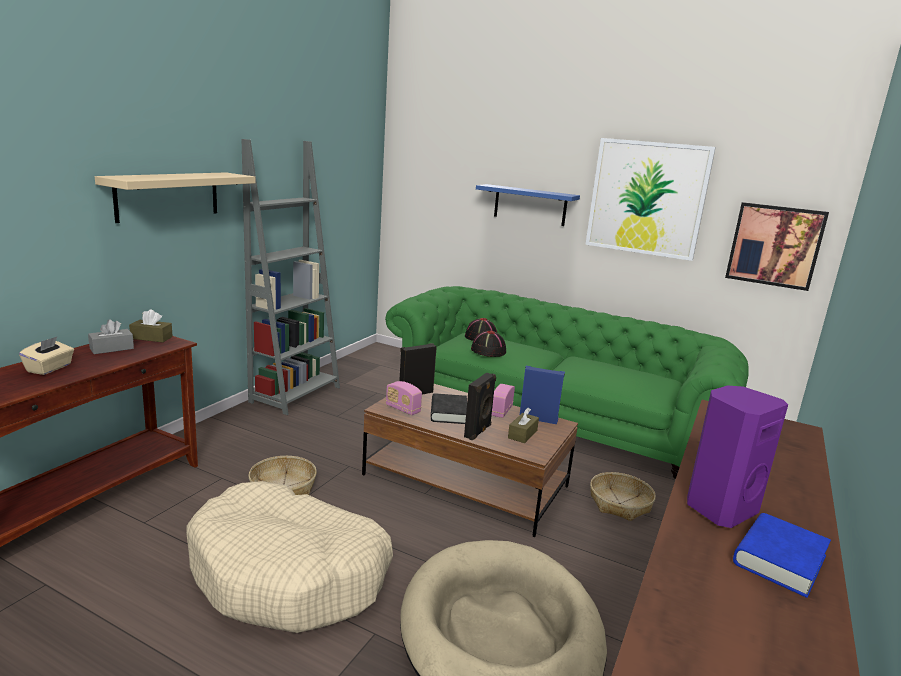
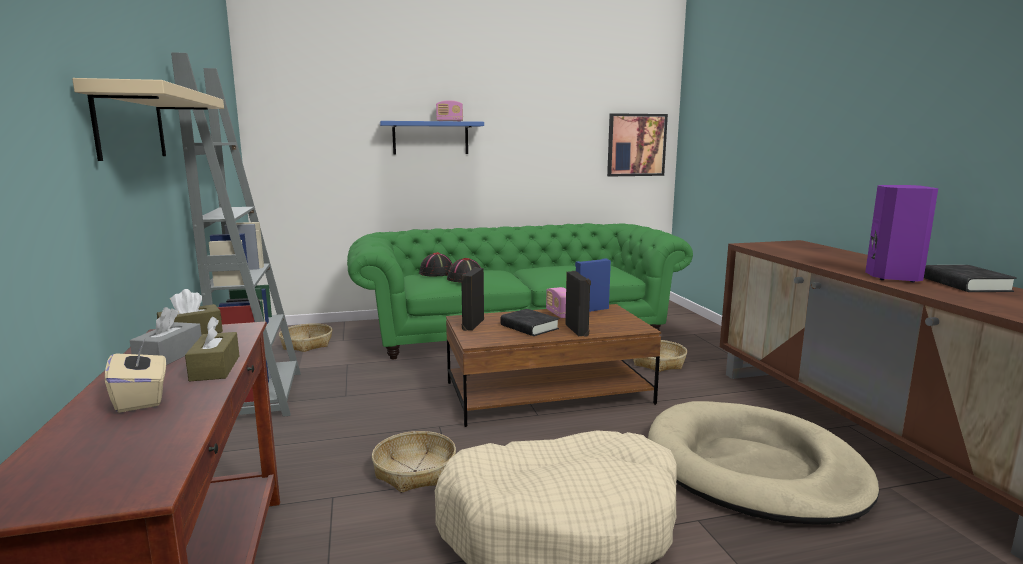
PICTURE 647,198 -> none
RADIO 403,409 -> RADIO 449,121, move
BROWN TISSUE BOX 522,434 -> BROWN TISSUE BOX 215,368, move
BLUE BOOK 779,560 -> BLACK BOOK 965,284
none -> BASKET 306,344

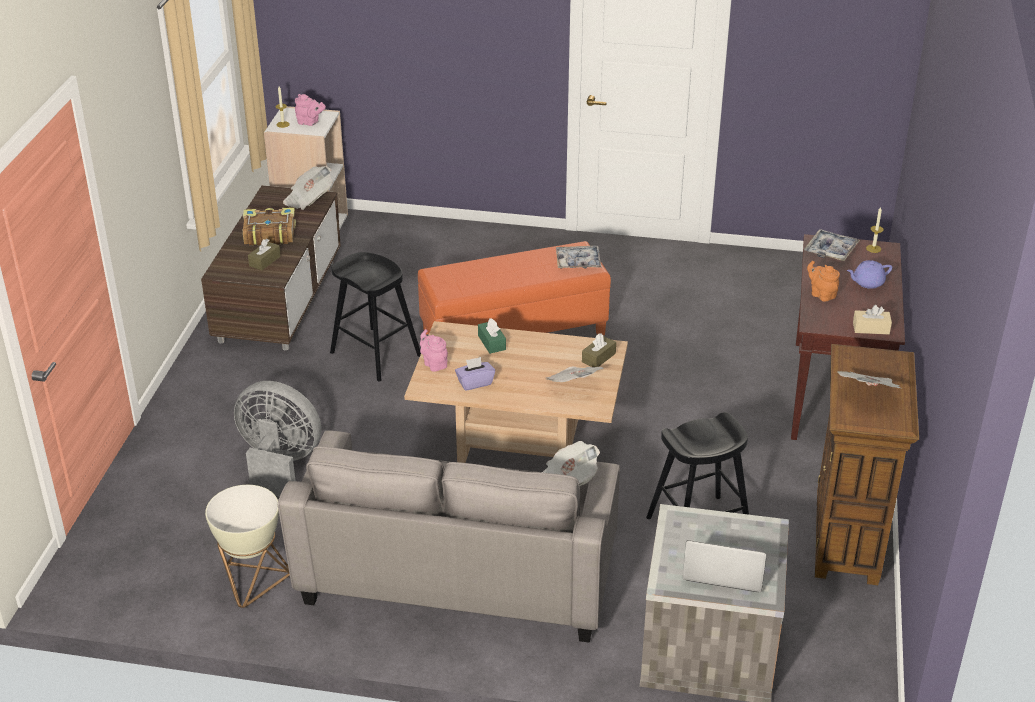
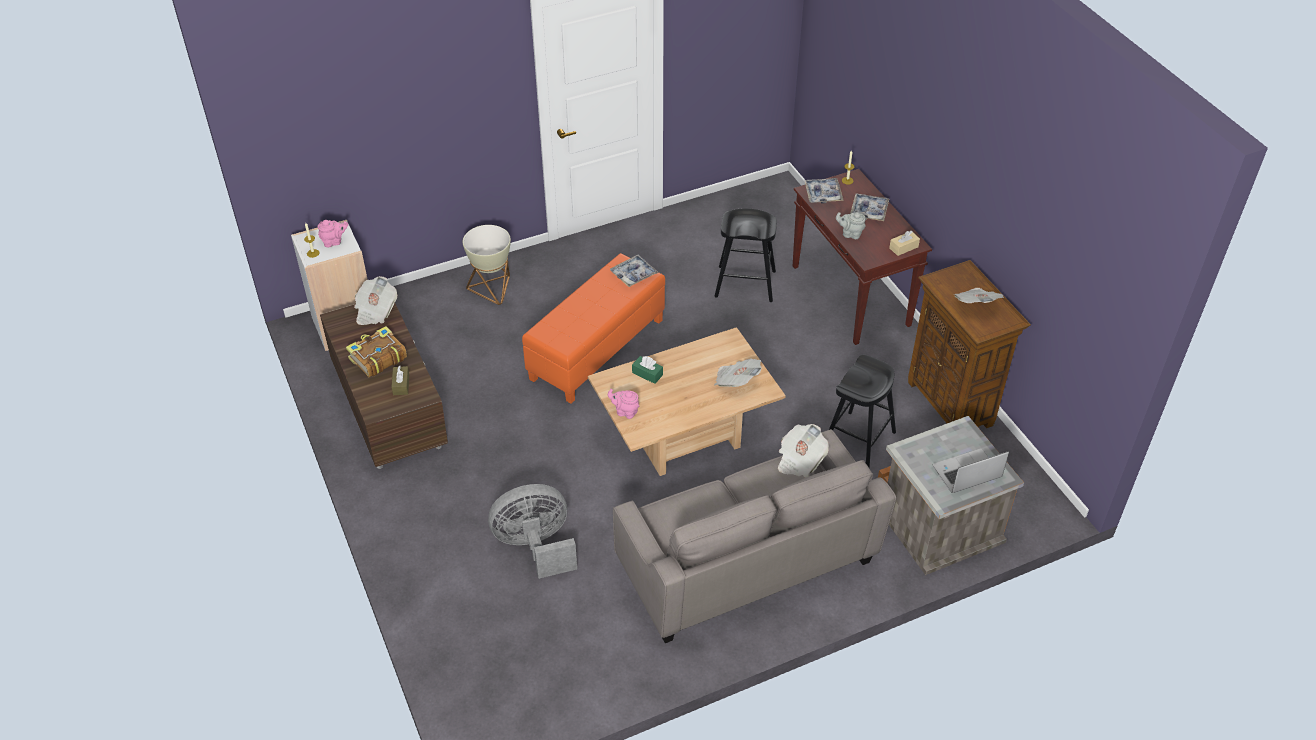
BLACK STOOL 375,354 -> BLACK STOOL 745,284, move
PURPLE TEAPOT 867,283 -> TRAY 869,211
ORANGE TEAPOT 821,294 -> GREY TEAPOT 850,234
BROWN TISSUE BOX 598,358 -> none
PURPLE TISSUE BOX 475,383 -> none
PLANTER 252,583 -> PLANTER 492,290, move

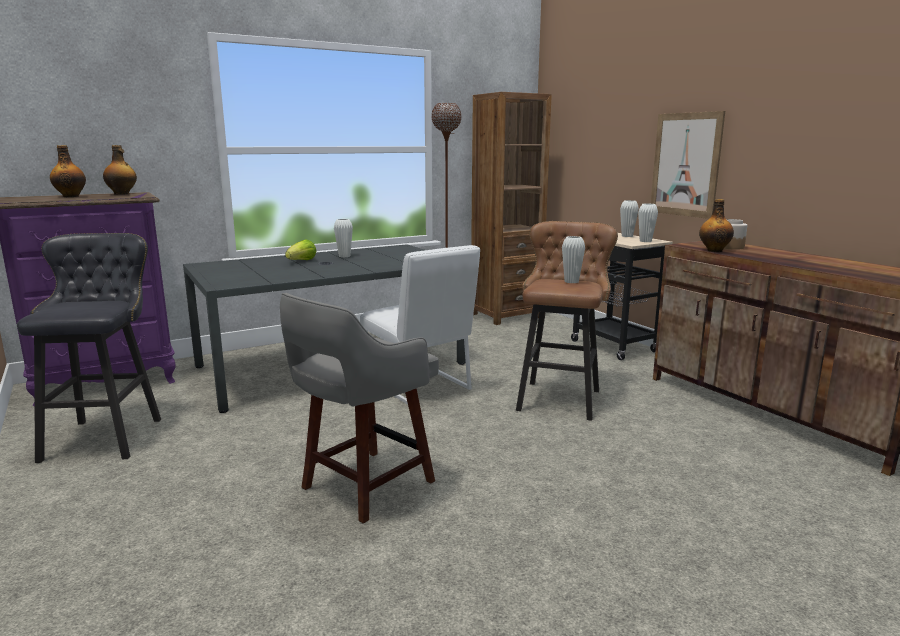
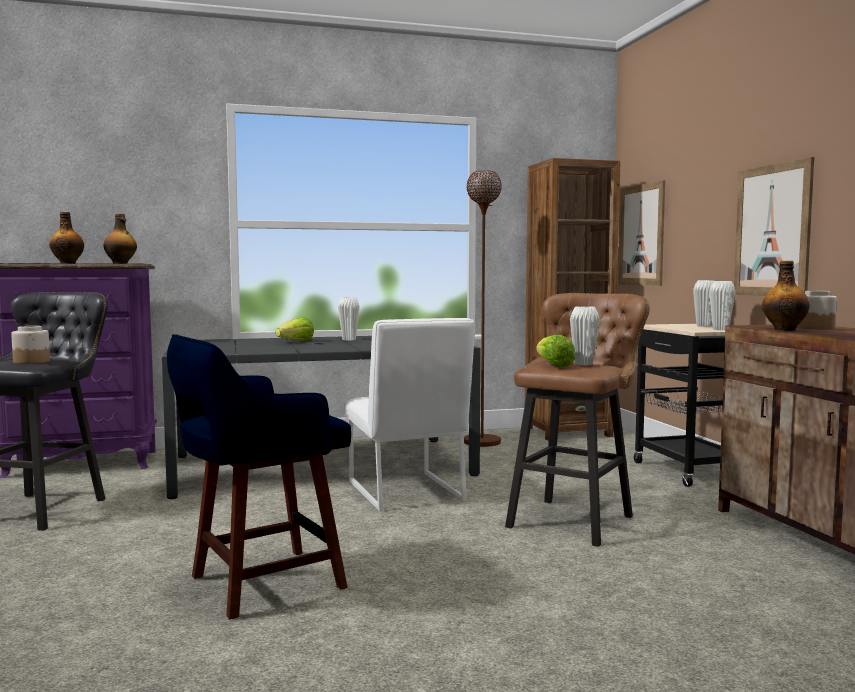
GREY STOOL 363,487 -> BLUE STOOL 260,584
none -> PICTURE 641,235
none -> JAR 32,362
none -> LETTUCE 553,365

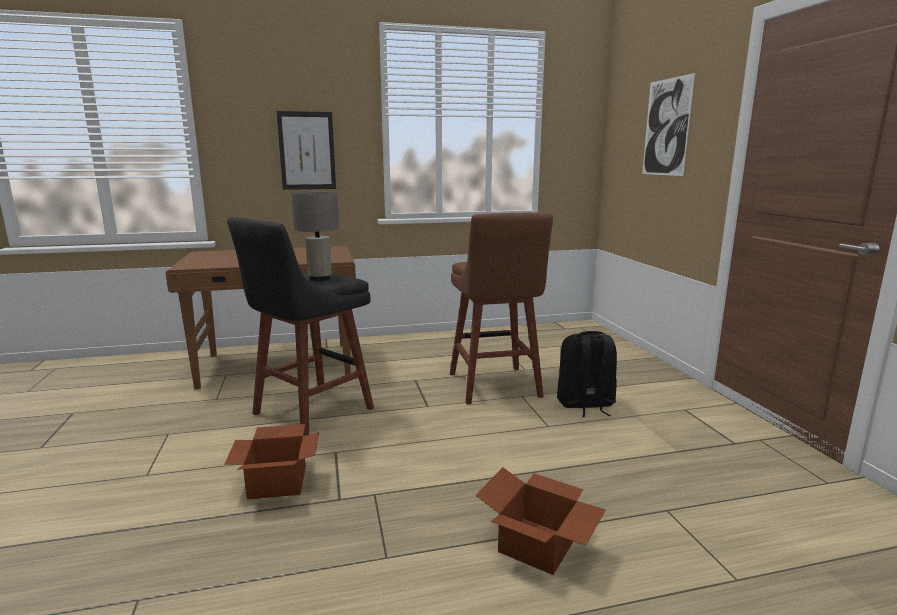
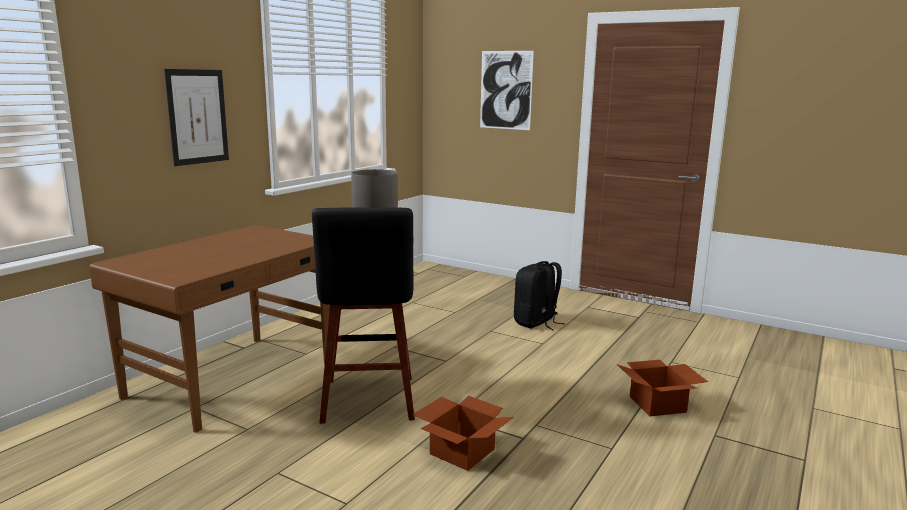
BROWN STOOL 494,386 -> none

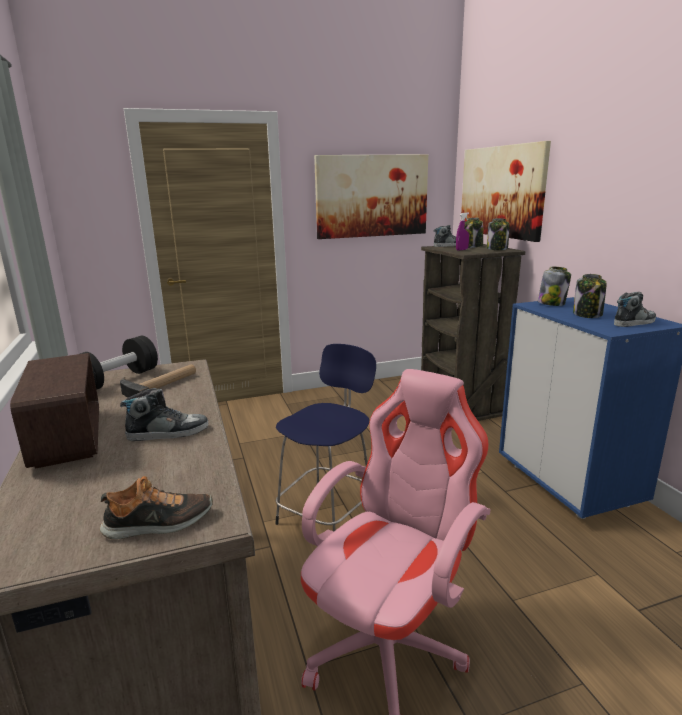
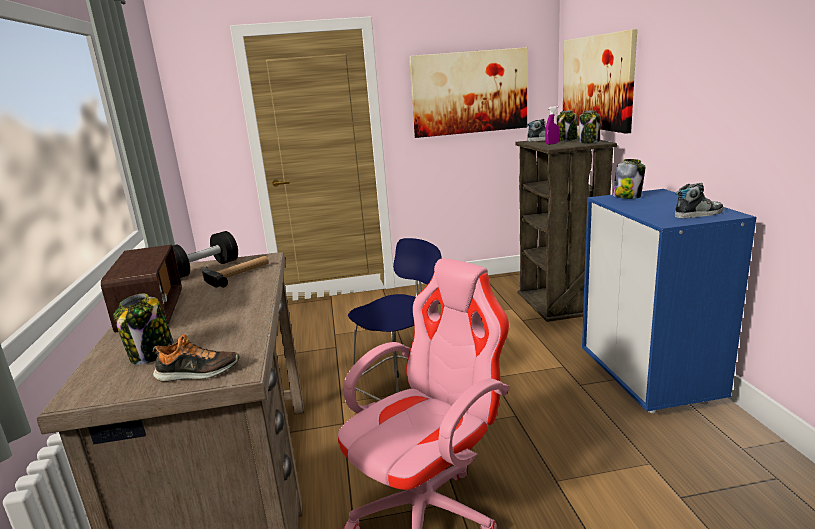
JAR 587,314 -> JAR 151,354, move
SHOE 168,432 -> none

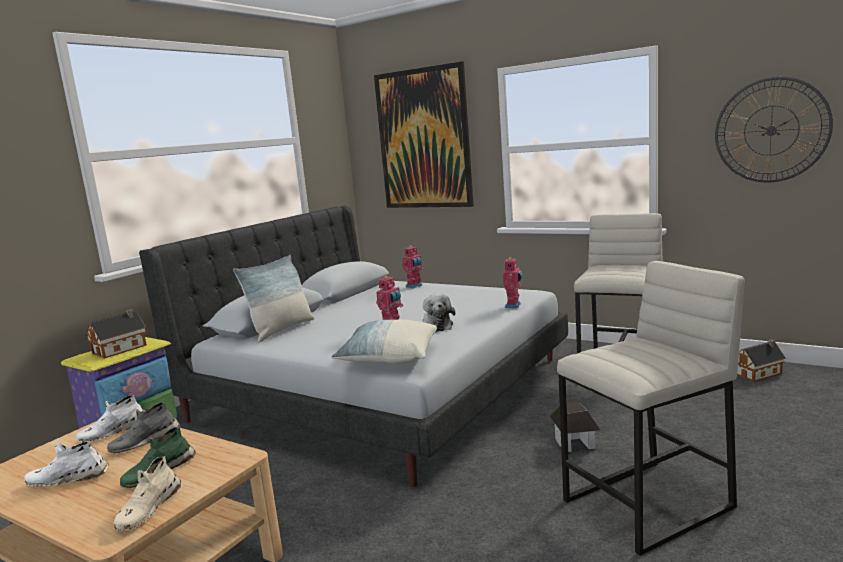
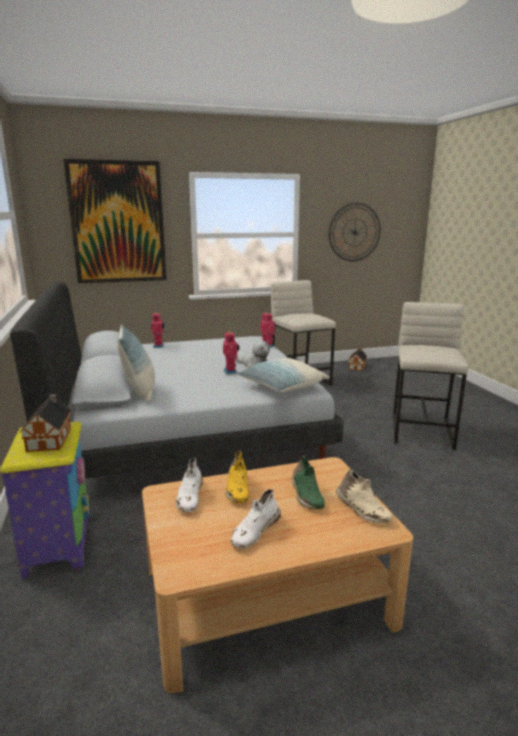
GREY SHOE 144,441 -> YELLOW SHOE 237,489
TOY HOUSE 575,443 -> none

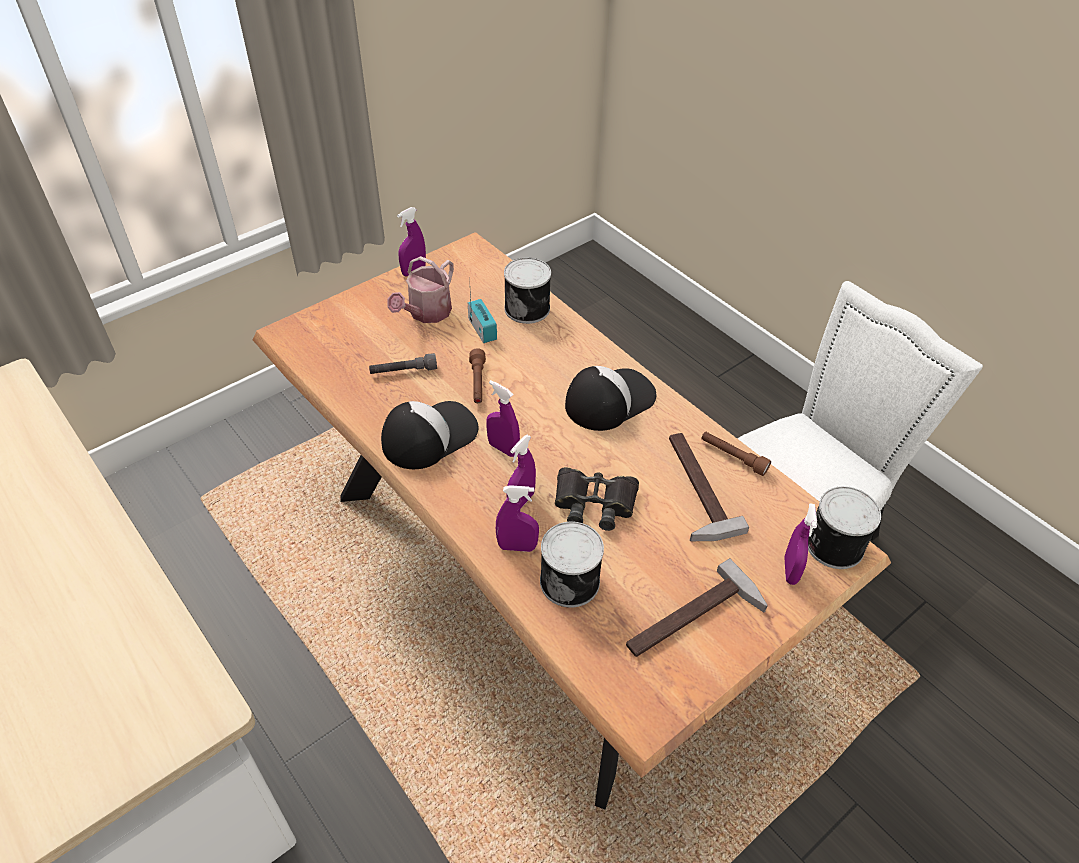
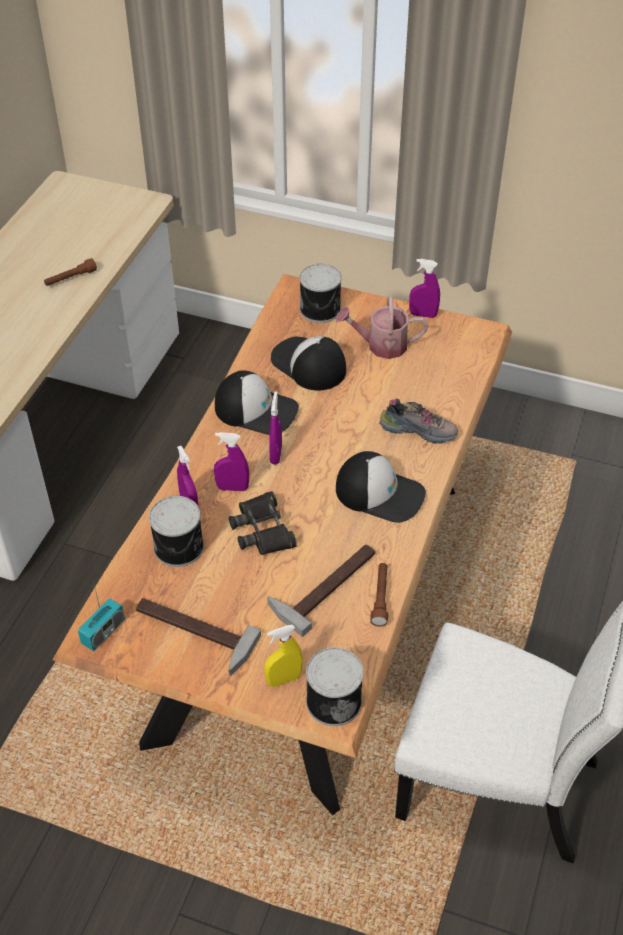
CAN 528,308 -> CAN 321,309, move
RADIO 482,329 -> RADIO 103,632, move
BROWN FLASHLIGHT 477,382 -> BROWN FLASHLIGHT 70,278, move
GREY FLASHLIGHT 403,371 -> CAP 308,365
PURPLE SPRAY BOTTLE 790,570 -> YELLOW SPRAY BOTTLE 283,679
none -> SHOE 419,430

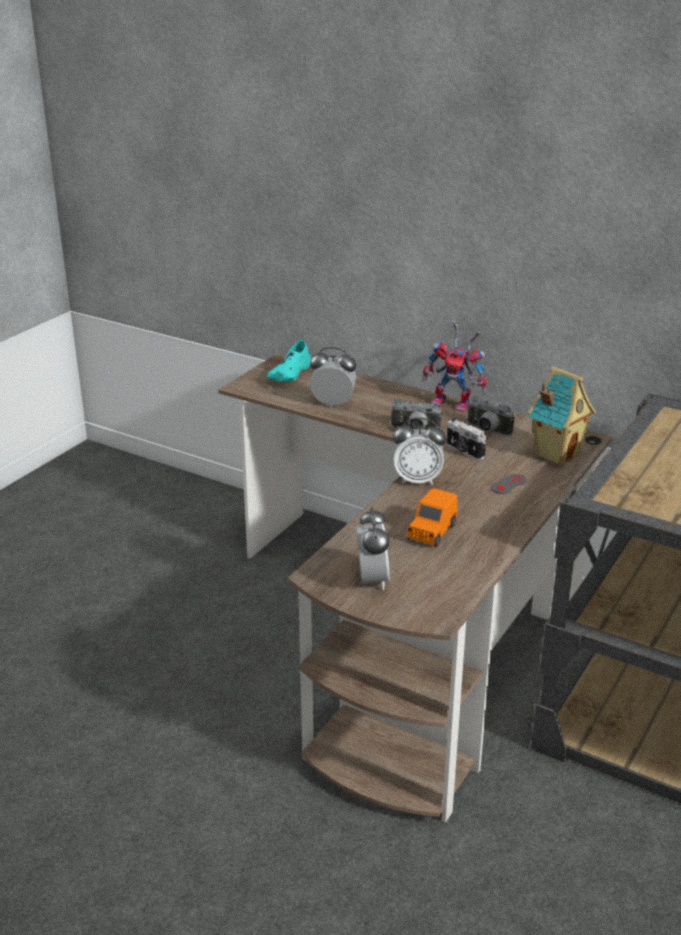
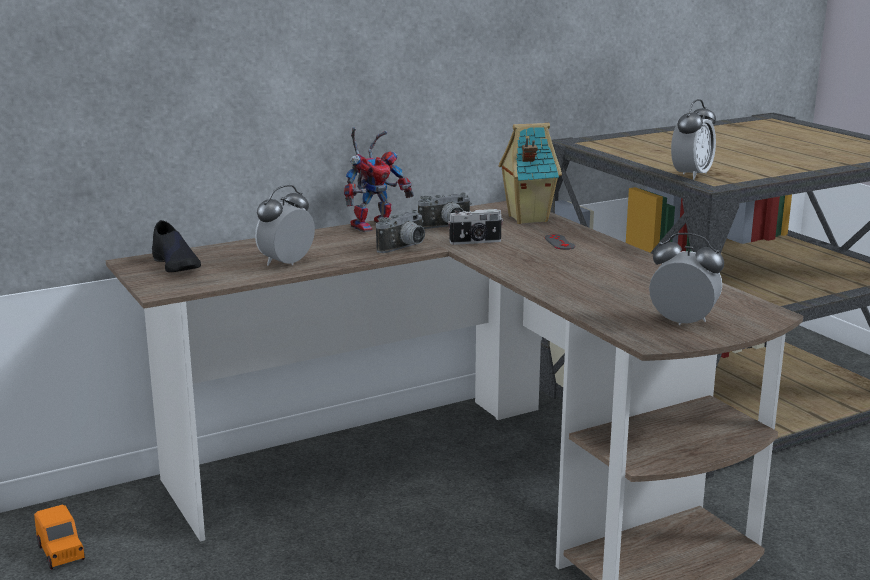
TURQUOISE SHOE 290,373 -> BLACK SHOE 176,264
ALARM CLOCK 417,480 -> ALARM CLOCK 691,175, move
ORANGE TOY CAR 431,532 -> ORANGE TOY CAR 61,553, move

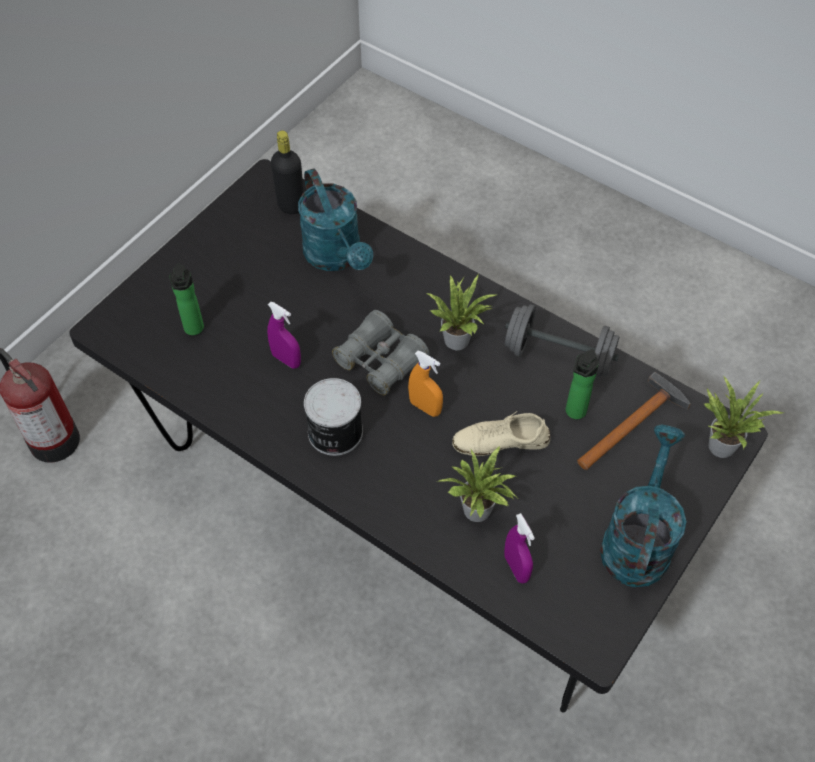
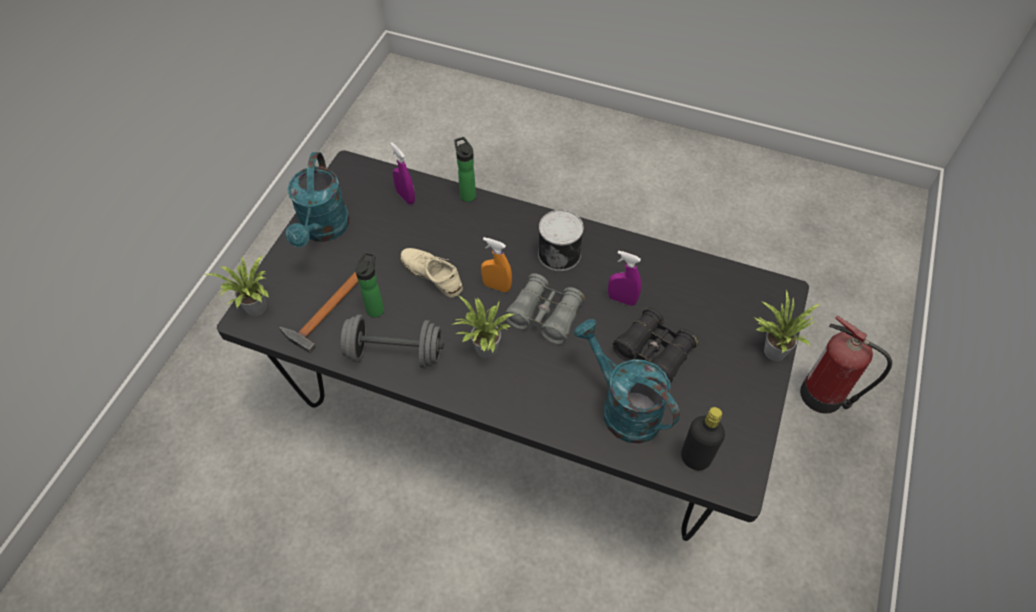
BOTTLE 194,330 -> BOTTLE 467,194, move
BEIGE SHOE 500,441 -> BEIGE SHOE 431,274, 120 degrees counterclockwise
POTTED PLANT 478,513 -> POTTED PLANT 772,349, move
none -> BLACK BINOCULARS 653,352

